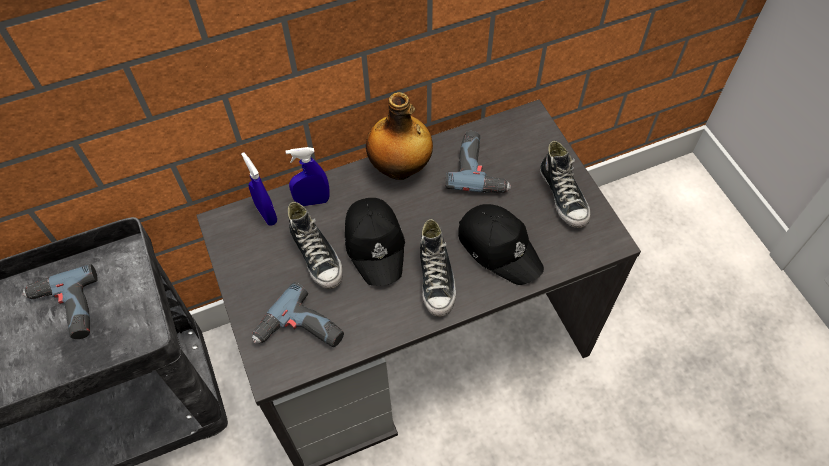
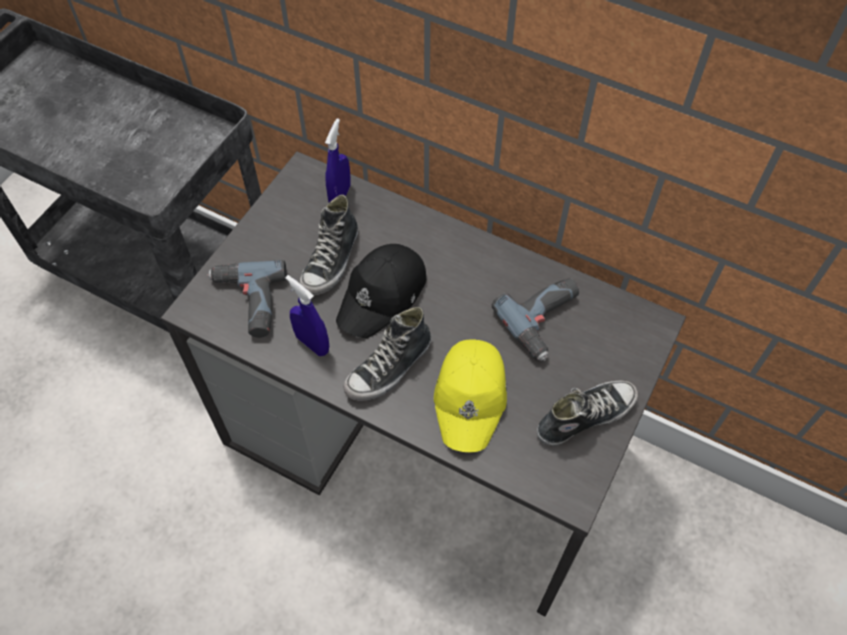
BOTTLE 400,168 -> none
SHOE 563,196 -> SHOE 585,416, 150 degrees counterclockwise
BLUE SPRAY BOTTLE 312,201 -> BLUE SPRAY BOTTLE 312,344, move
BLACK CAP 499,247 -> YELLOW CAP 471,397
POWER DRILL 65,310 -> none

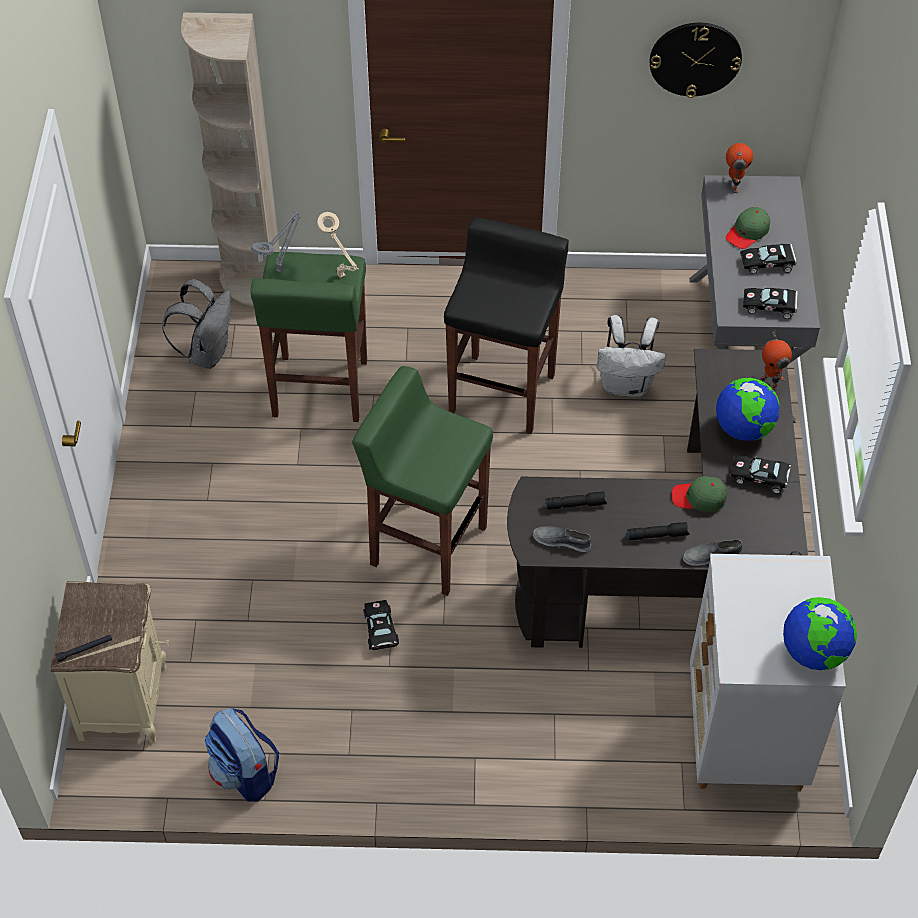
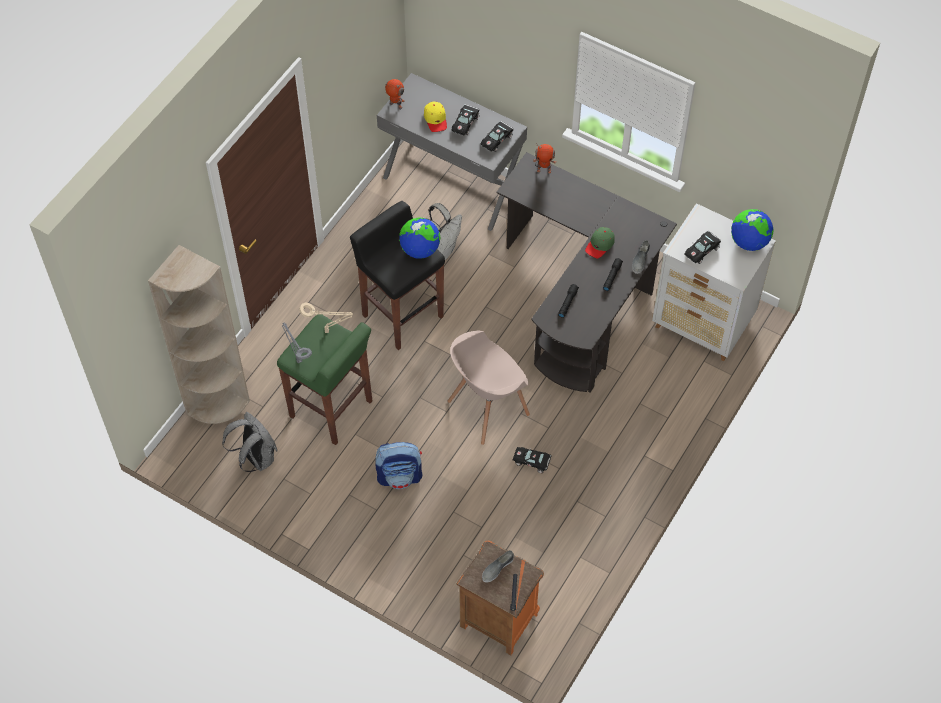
WALL CLOCK 695,58 -> none
GREEN CAP 748,232 -> YELLOW CAP 435,119
GREEN STOOL 427,545 -> BEIGE CHAIR 487,409
GLOBE 743,428 -> GLOBE 420,250, move
BLACK TOY CAR 762,477 -> BLACK TOY CAR 702,250, move
GREY SHOE 562,541 -> GREY SHOE 497,568, move
BEIGE NIGHTSTAND 125,702 -> ORANGE NIGHTSTAND 499,618
BACKPACK 245,773 -> BACKPACK 400,476, move

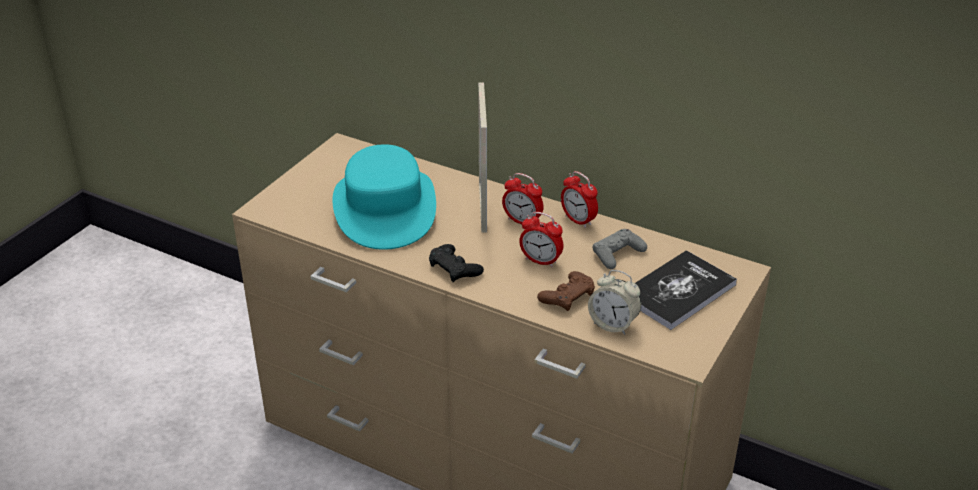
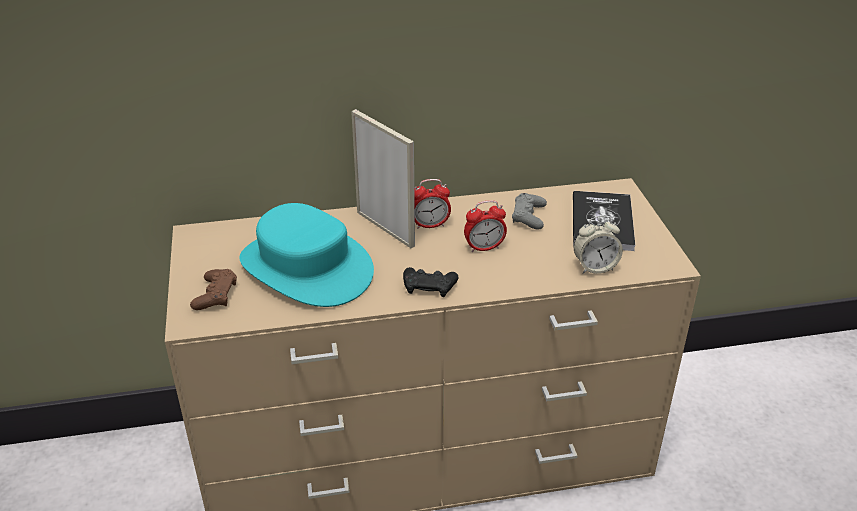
ALARM CLOCK 578,220 -> none
BROWN GAME CONTROLLER 567,296 -> BROWN GAME CONTROLLER 215,295, move

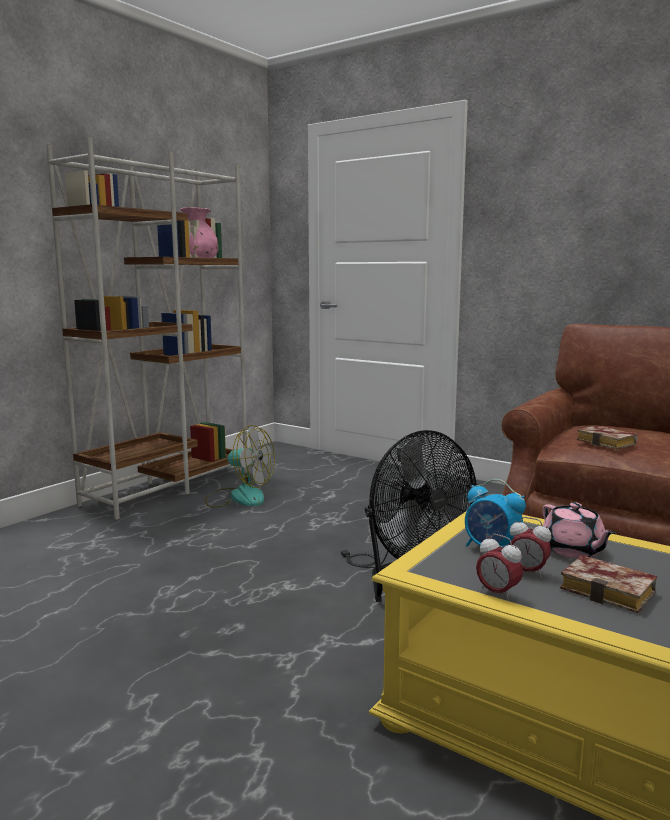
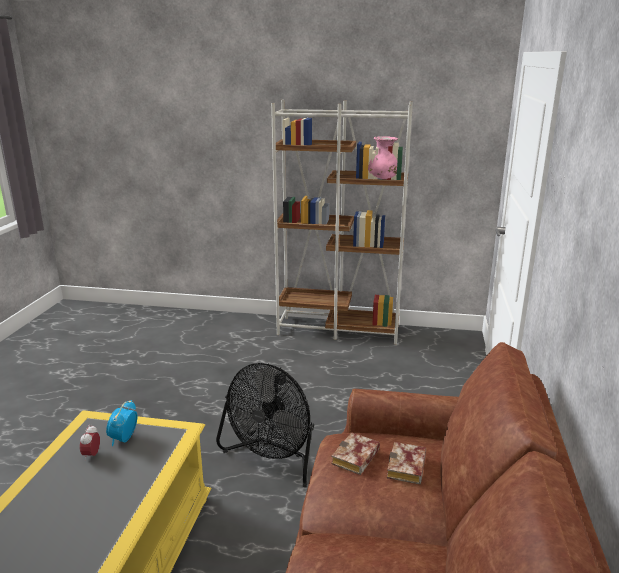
FAN 239,497 -> none
PINK TEAPOT 573,550 -> none
ALARM CLOCK 497,593 -> none
BOOK 611,591 -> BOOK 408,468, move

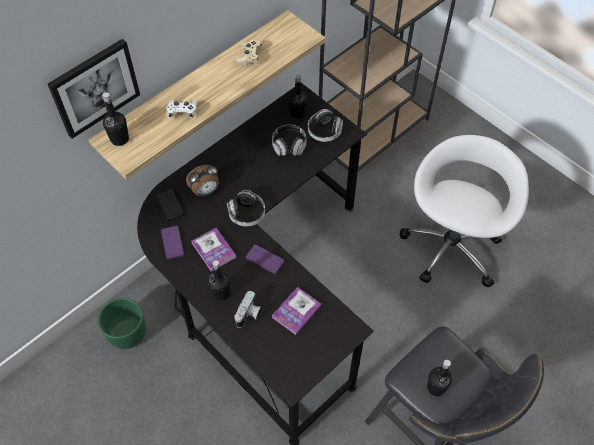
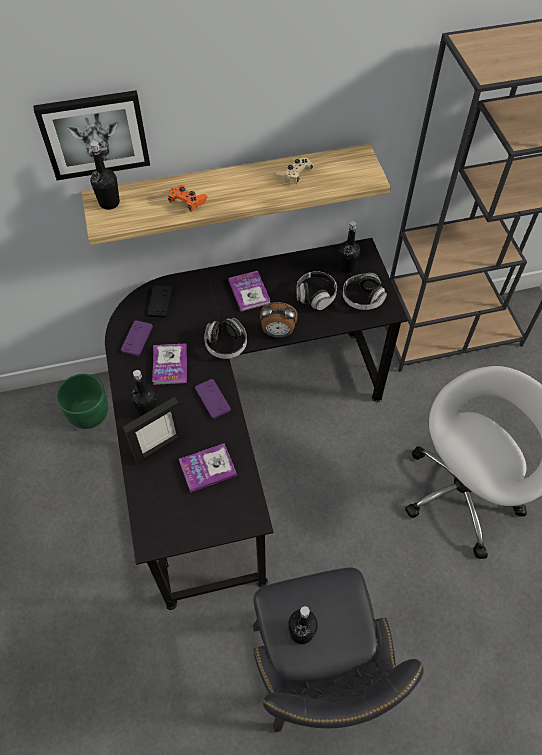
WHITE GAME CONTROLLER 182,112 -> ORANGE GAME CONTROLLER 187,202
ALARM CLOCK 205,191 -> ALARM CLOCK 278,332, move
PHOTO CAMERA 249,315 -> PICTURE FRAME 159,447
none -> BOOK 249,292

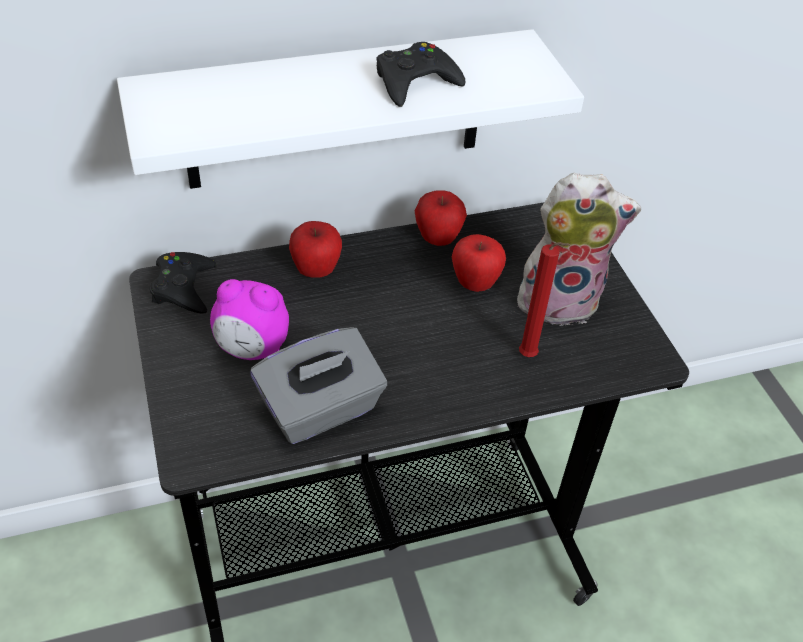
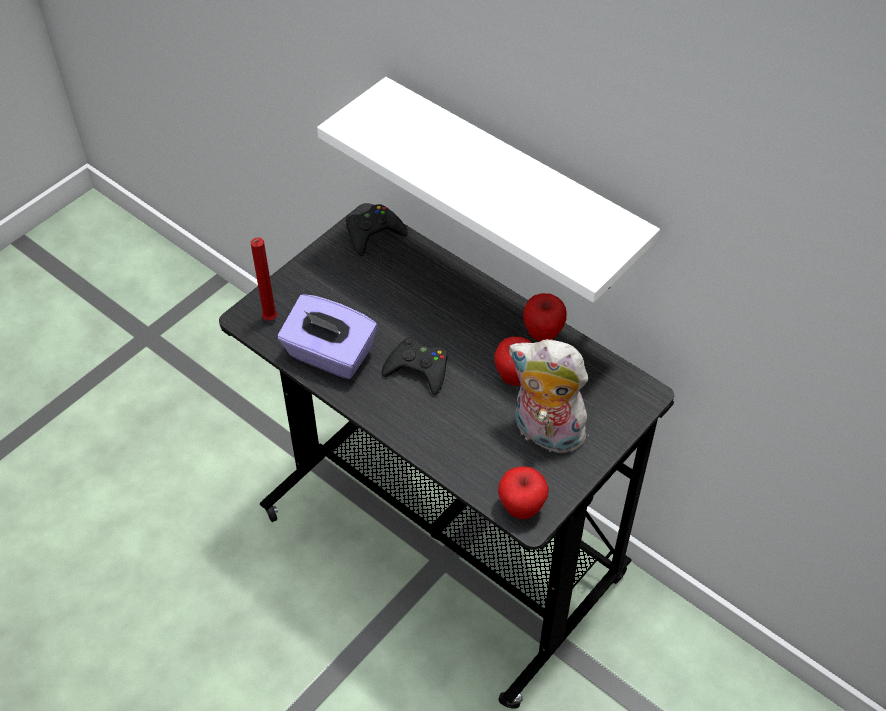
BLACK GAME CONTROLLER 415,82 -> BLACK GAME CONTROLLER 418,369, move
PLUSH TOY 560,299 -> PLUSH TOY 544,434, 150 degrees clockwise
APPLE 316,271 -> APPLE 521,507, move
RED CANDLE 530,357 -> RED CANDLE 269,320, move
ALARM CLOCK 252,348 -> none
GREY TISSUE BOX 320,410 -> PURPLE TISSUE BOX 329,355

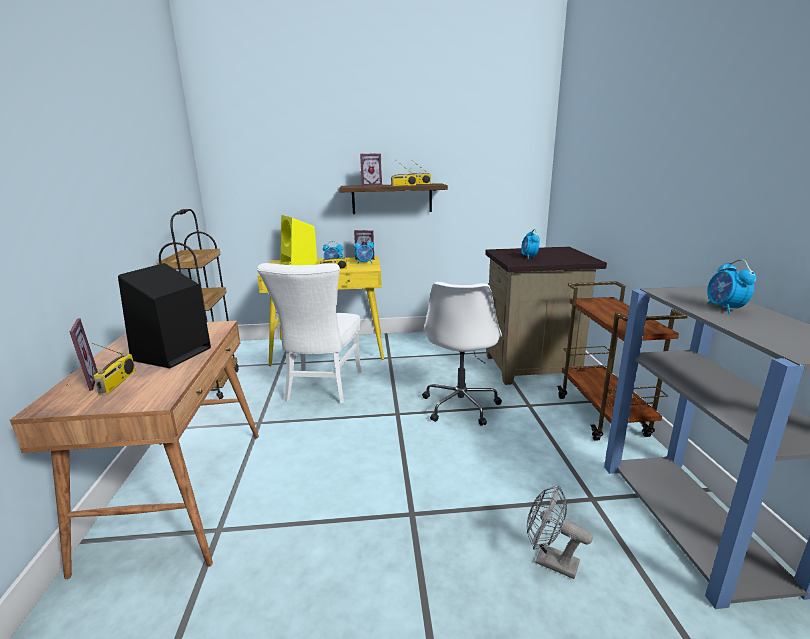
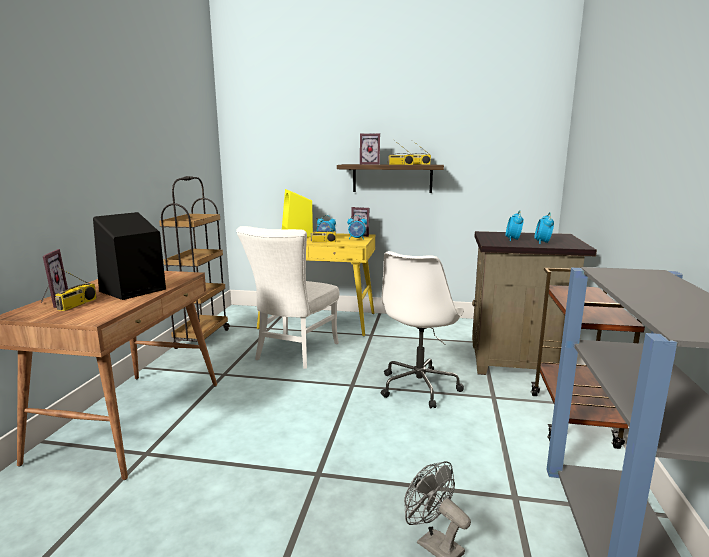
ALARM CLOCK 724,308 -> ALARM CLOCK 542,242, move

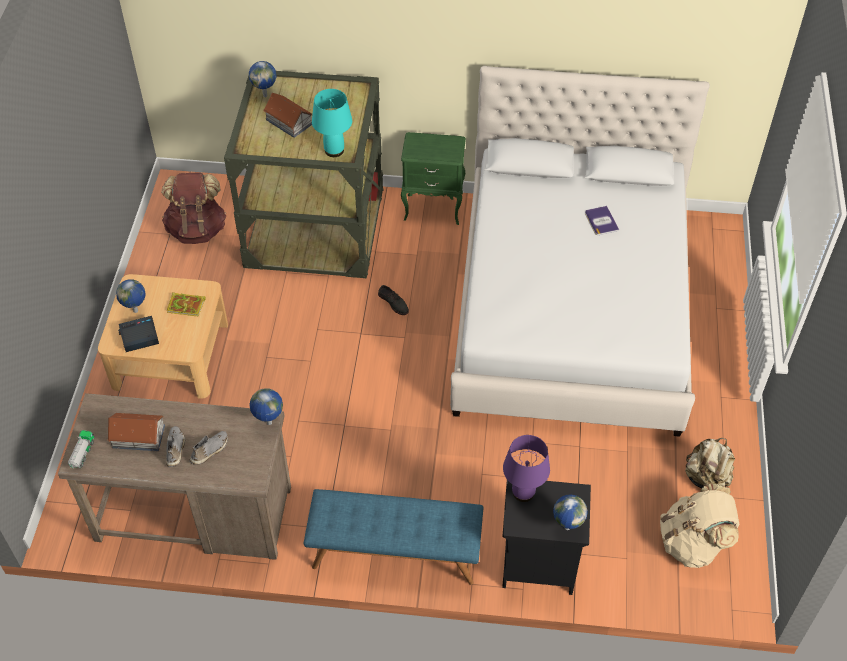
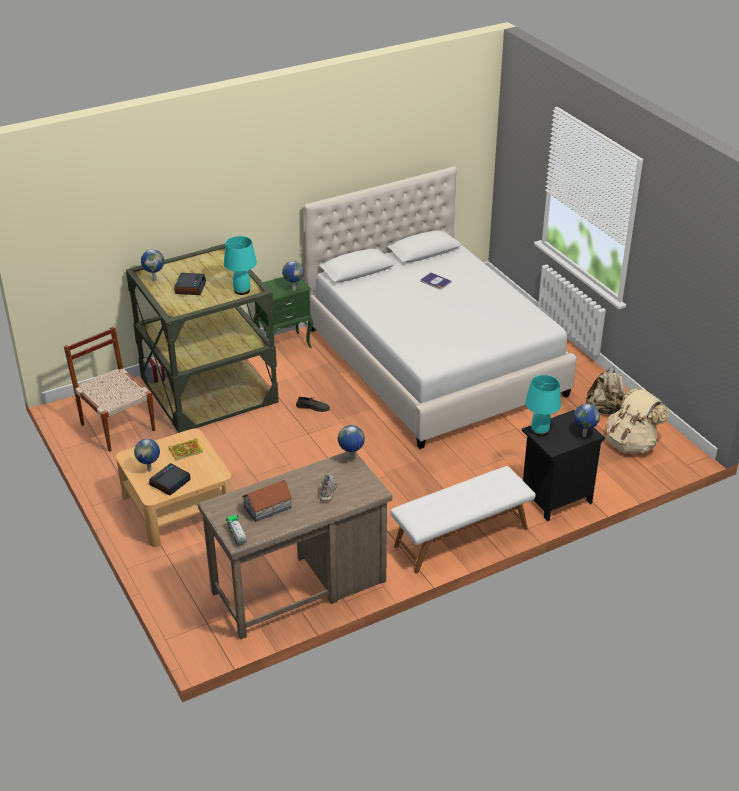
TOY HOUSE 289,121 -> ALARM CLOCK 190,287
BROWN BACKPACK 197,229 -> CHAIR 117,426
GREY SHOE 175,449 -> none
PURPLE TABLE LAMP 524,492 -> TURQUOISE TABLE LAMP 540,431
BLUE BENCH 395,553 -> WHITE BENCH 461,538
none -> GLOBE 293,289

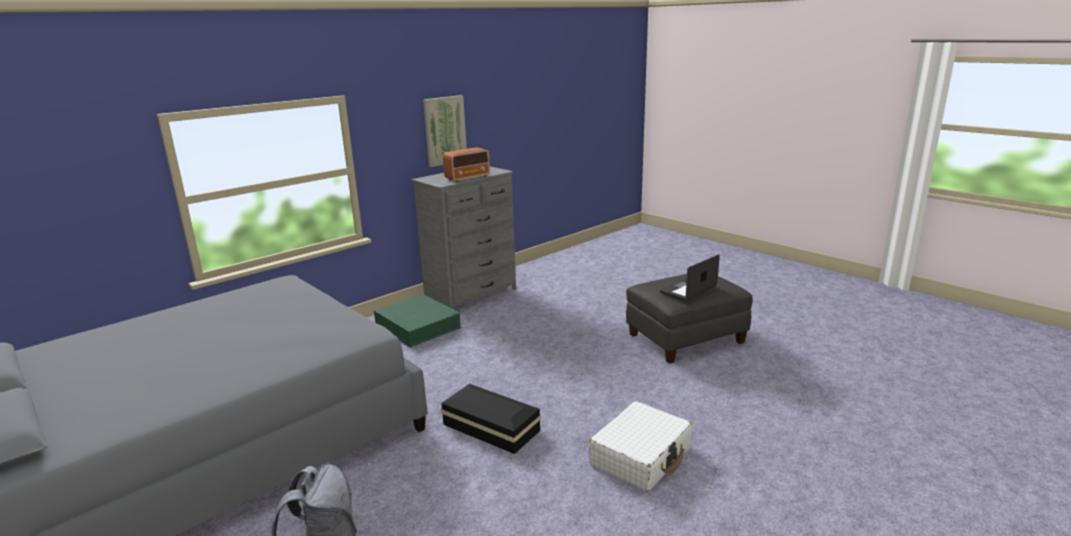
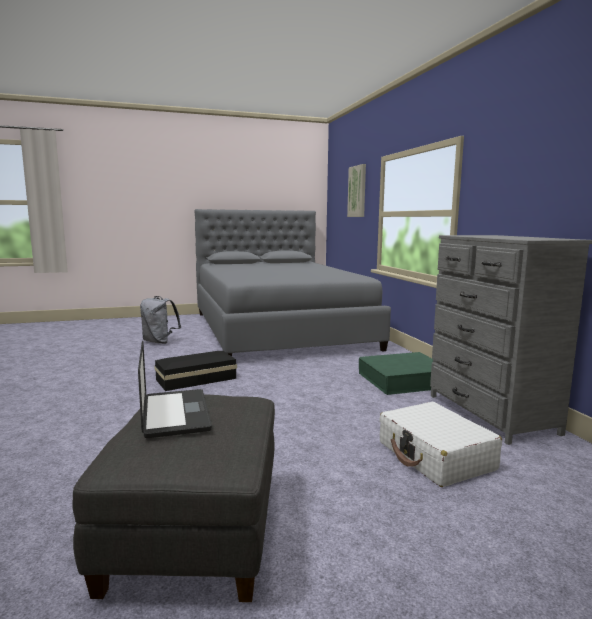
PICTURE 445,130 -> PICTURE 357,191, move
RADIO 468,178 -> none
WHITE SUITCASE 641,456 -> WHITE SUITCASE 435,456, move

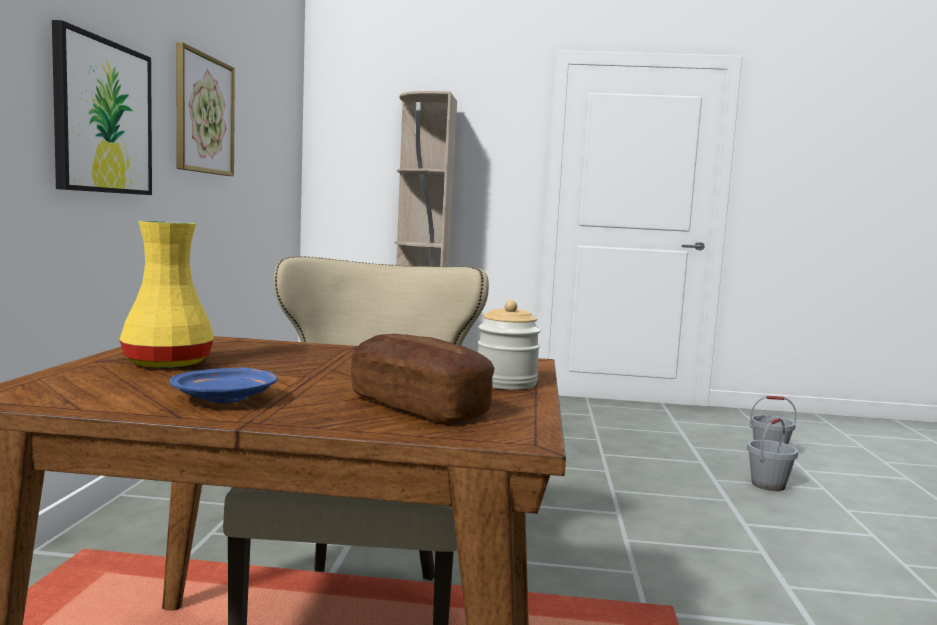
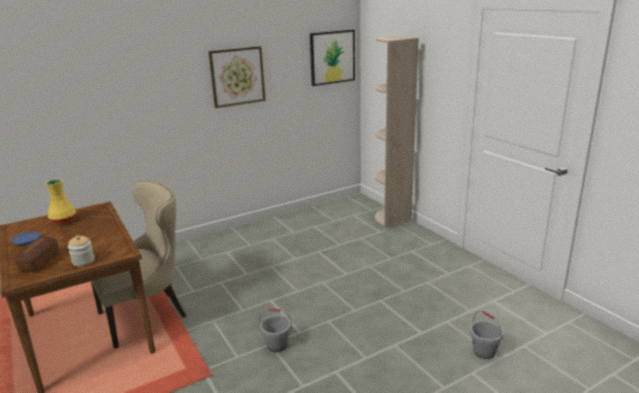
PICTURE 103,117 -> PICTURE 332,57, move
GREY BUCKET 768,485 -> GREY BUCKET 277,345, move

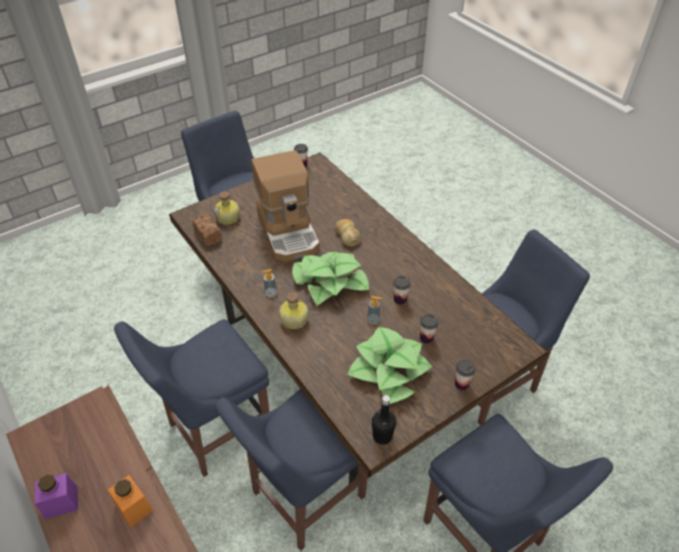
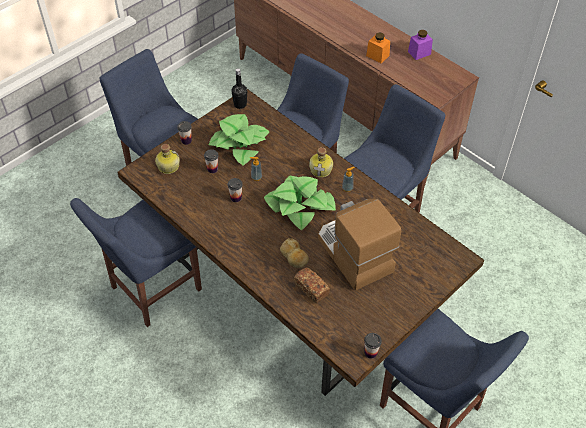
BOTTLE 228,218 -> BOTTLE 167,166, move
BREAD 207,235 -> BREAD 311,289, move

